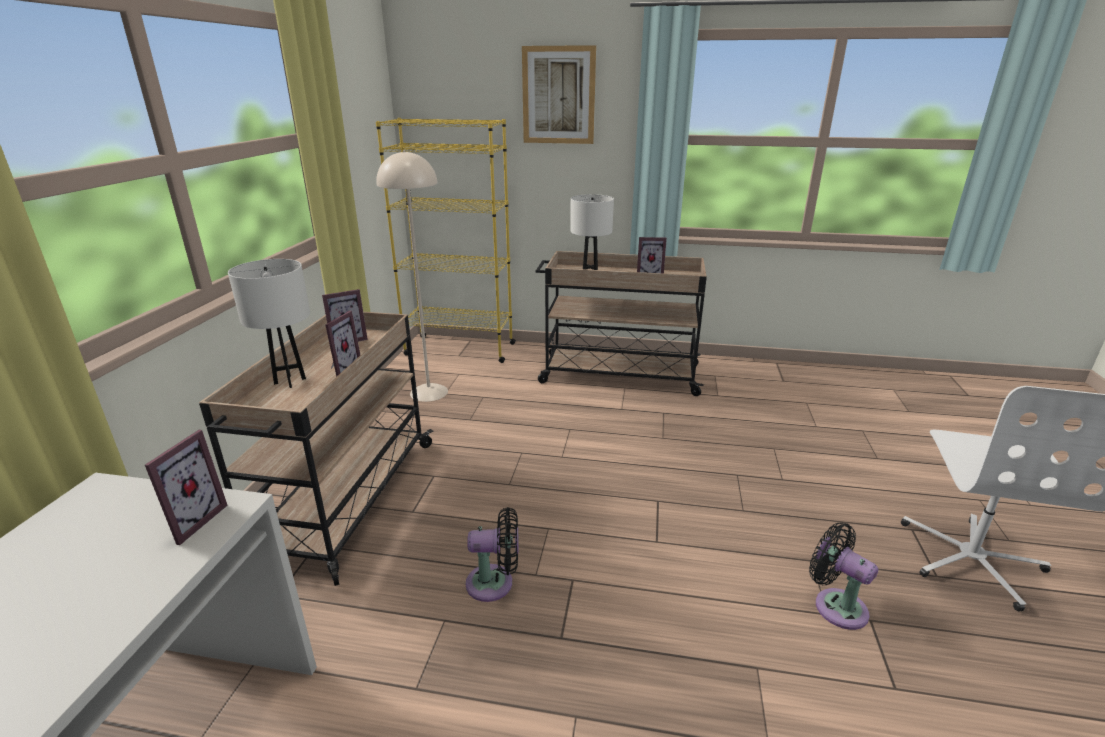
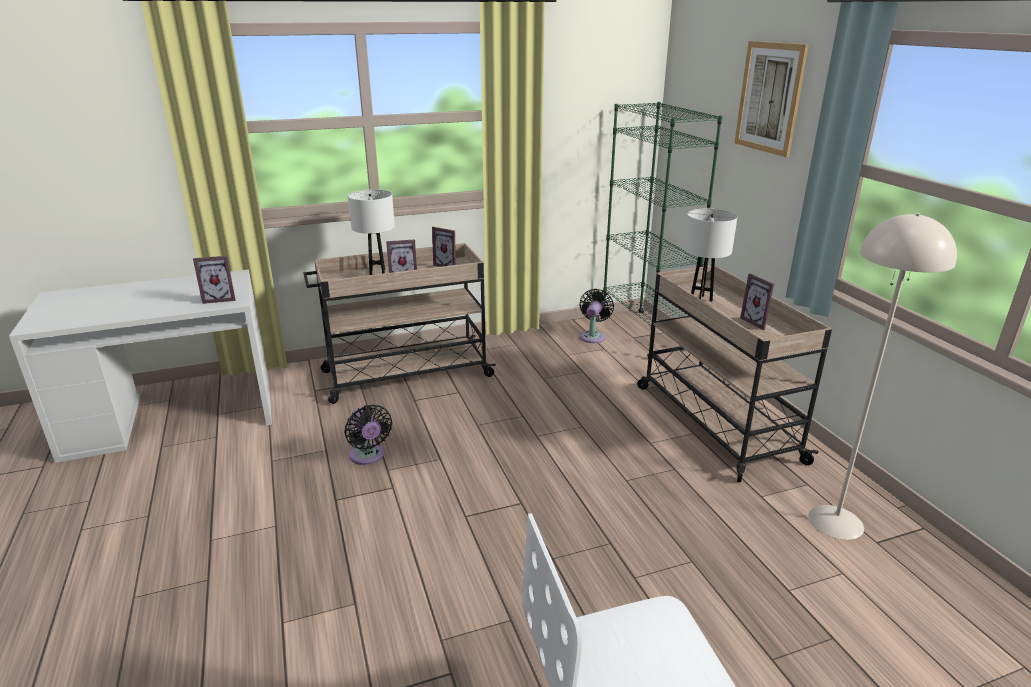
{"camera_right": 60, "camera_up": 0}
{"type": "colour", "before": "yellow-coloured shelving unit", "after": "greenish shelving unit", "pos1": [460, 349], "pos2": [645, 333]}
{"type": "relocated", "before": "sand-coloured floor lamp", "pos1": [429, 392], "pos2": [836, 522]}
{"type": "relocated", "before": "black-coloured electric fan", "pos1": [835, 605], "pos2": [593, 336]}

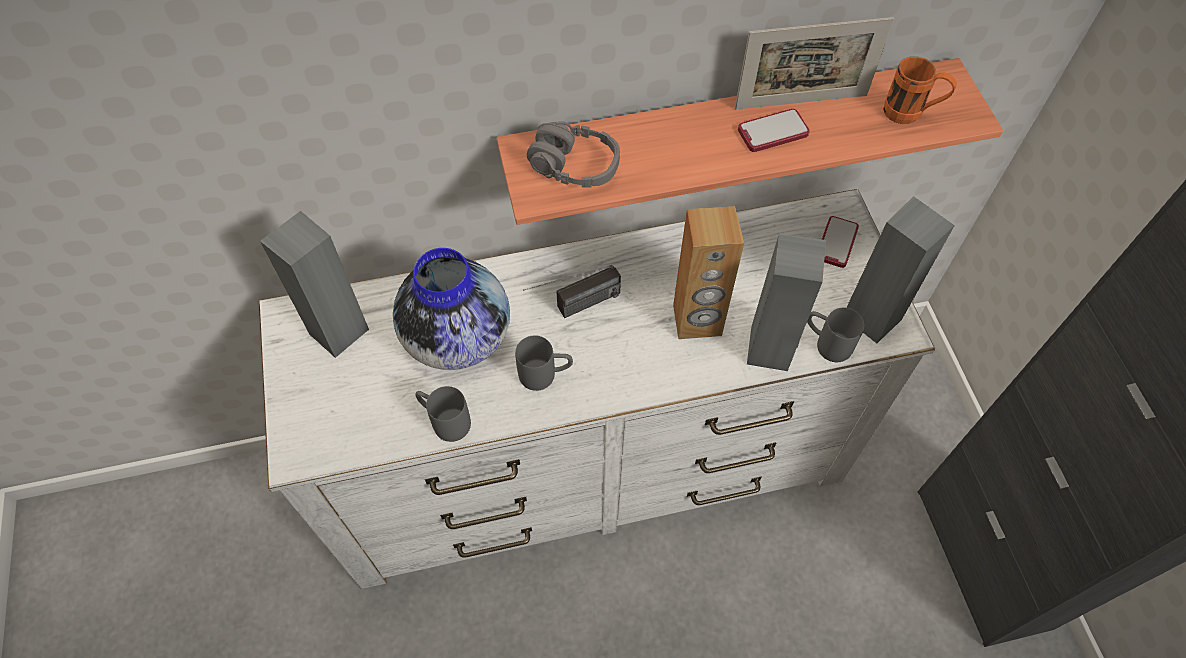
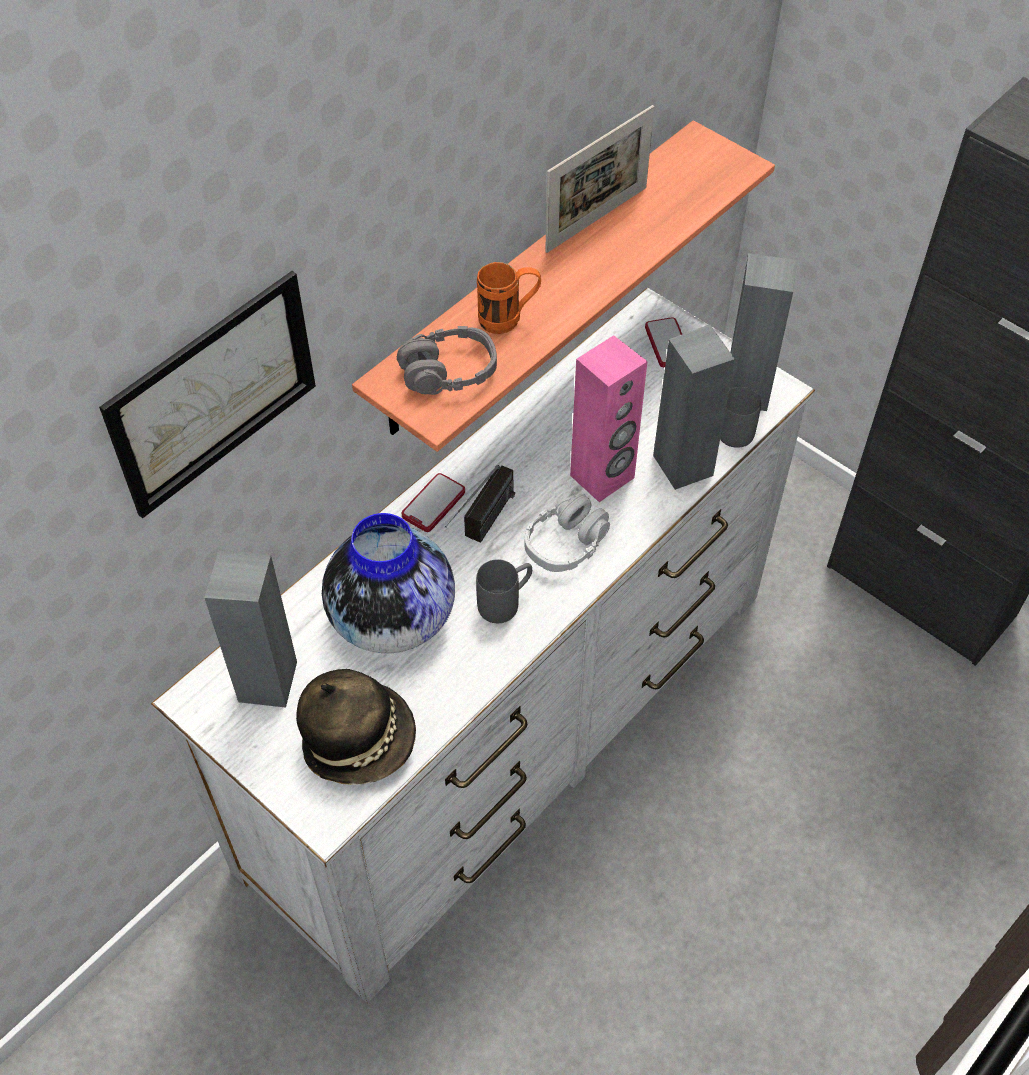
{"camera_right": -35, "camera_up": -5}
{"type": "missing", "before": "grey tea mug", "pos1": [444, 421]}
{"type": "colour", "before": "brown audio speaker", "after": "pink audio speaker", "pos1": [697, 321], "pos2": [602, 477]}
{"type": "relocated", "before": "handset", "pos1": [773, 132], "pos2": [433, 504]}
{"type": "relocated", "before": "orange-coloured tea mug", "pos1": [910, 115], "pos2": [509, 319]}
{"type": "appeared", "after": "picture", "pos2": [214, 393]}
{"type": "appeared", "after": "hat", "pos2": [359, 740]}
{"type": "appeared", "after": "grey headset", "pos2": [566, 543]}

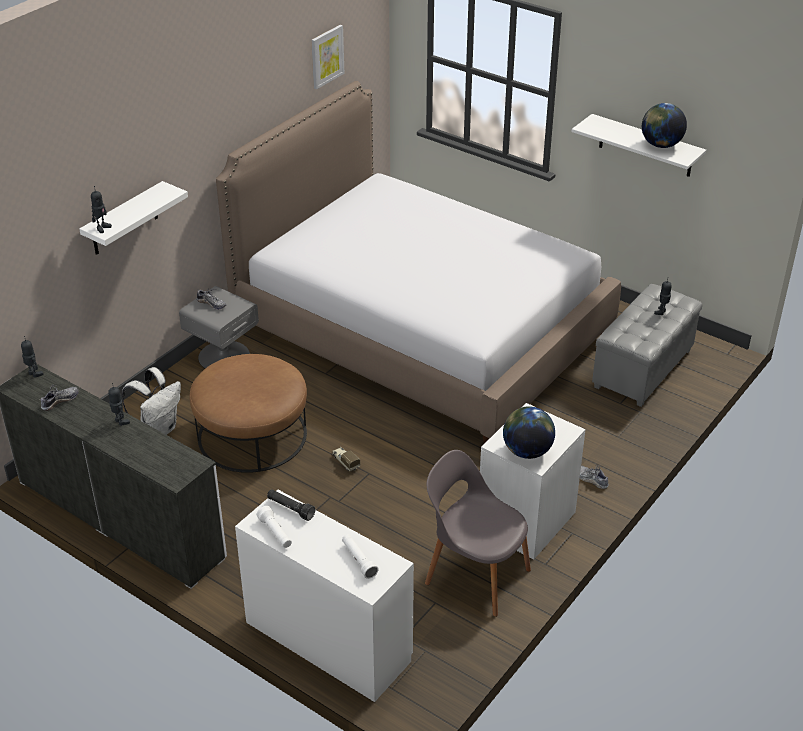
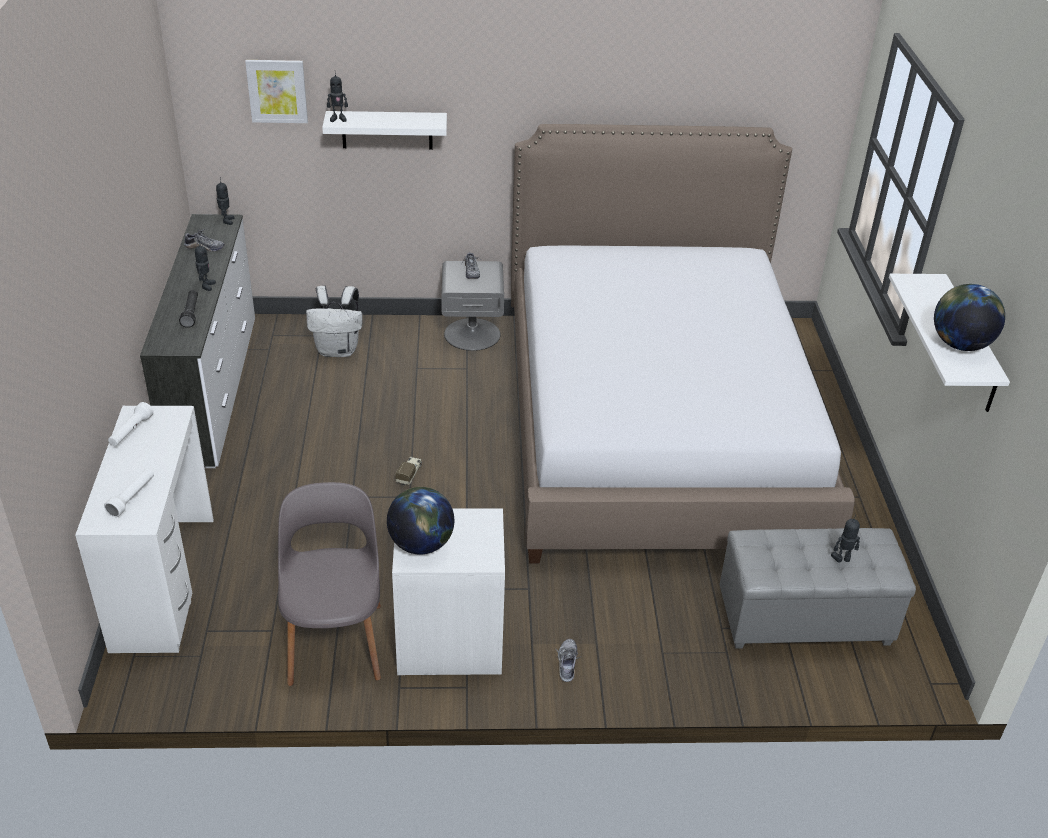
{"camera_right": 50, "camera_up": 0}
{"type": "missing", "before": "brown ottoman", "pos1": [252, 435]}
{"type": "relocated", "before": "black-coloured hand torch", "pos1": [290, 509], "pos2": [191, 313]}
{"type": "relocated", "before": "picture", "pos1": [326, 56], "pos2": [277, 91]}

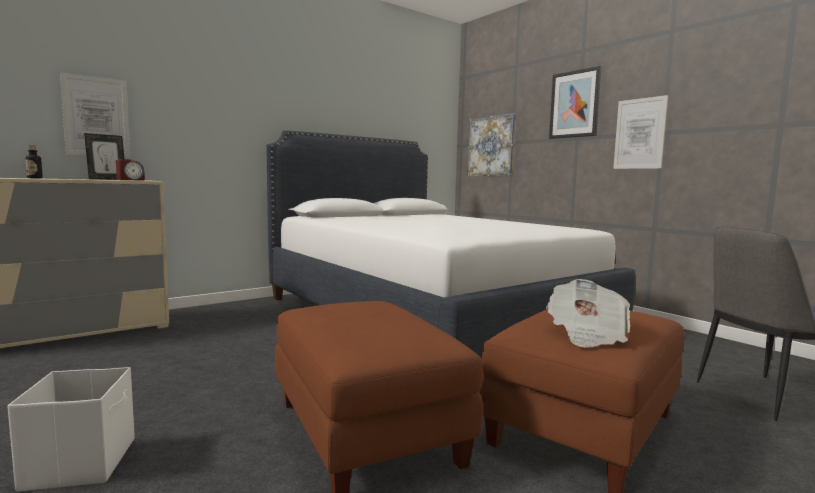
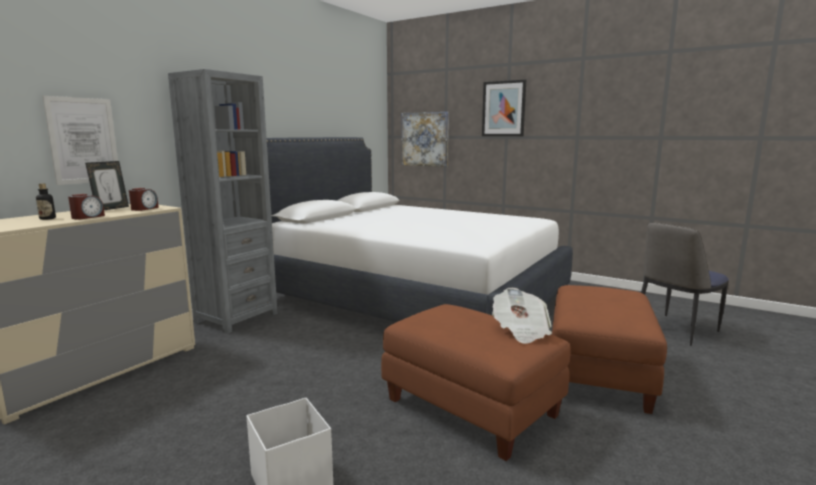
{"camera_right": -20, "camera_up": 5}
{"type": "relocated", "before": "printed paper", "pos1": [586, 335], "pos2": [520, 330]}
{"type": "missing", "before": "picture", "pos1": [639, 133]}
{"type": "appeared", "after": "alarm clock", "pos2": [87, 217]}
{"type": "appeared", "after": "grey shelving unit", "pos2": [236, 317]}

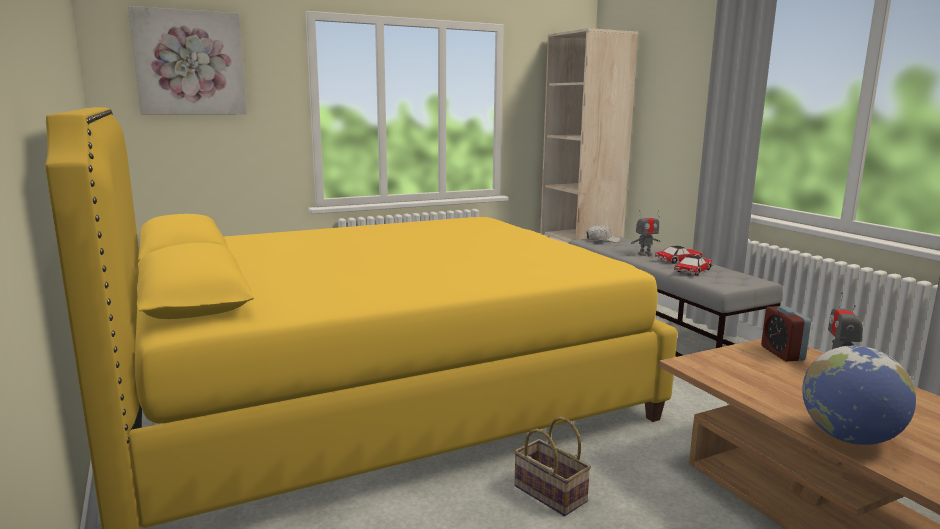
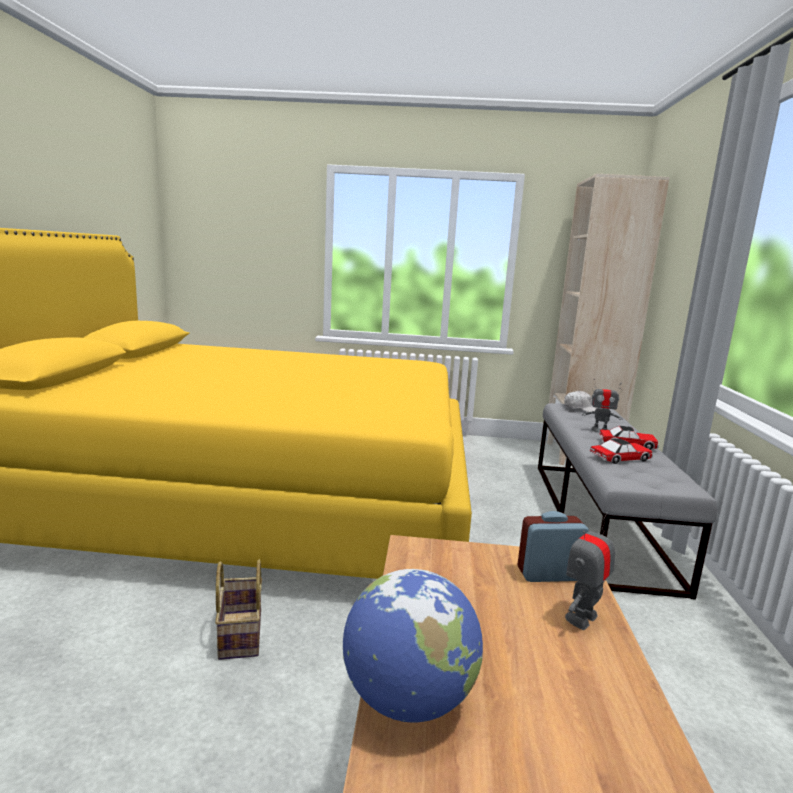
{"camera_right": 30, "camera_up": 0}
{"type": "missing", "before": "picture", "pos1": [190, 63]}
{"type": "spun", "before": "alarm clock", "pos1": [782, 353], "pos2": [548, 574], "turn": 60}

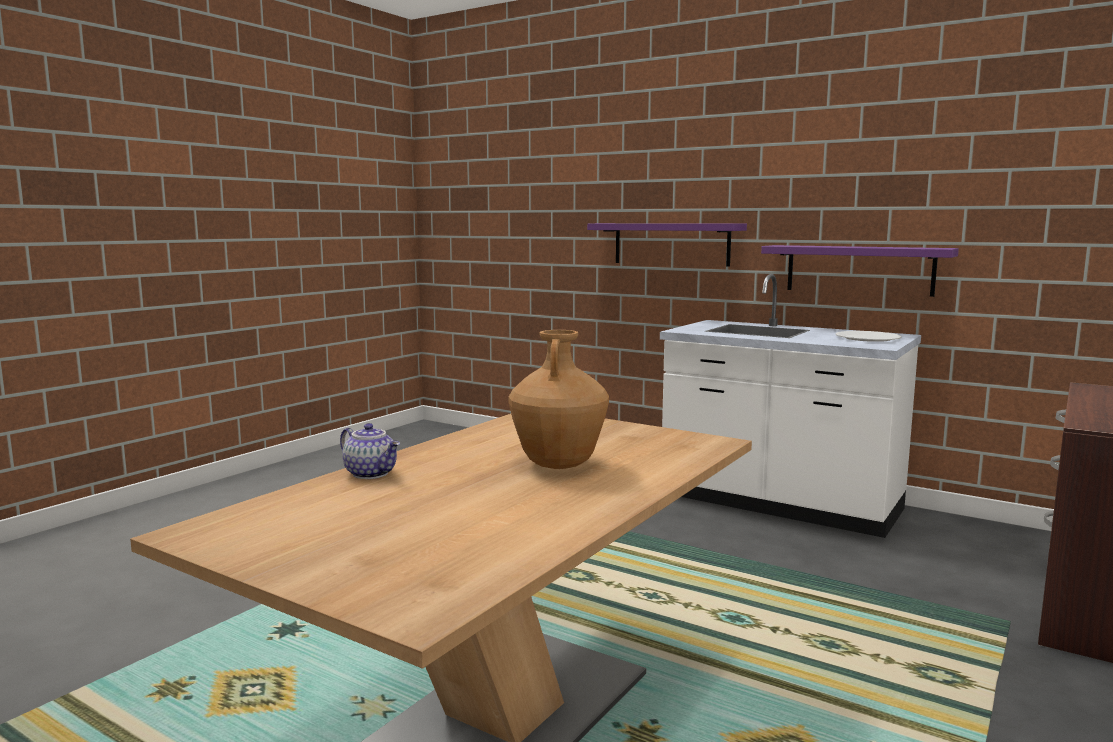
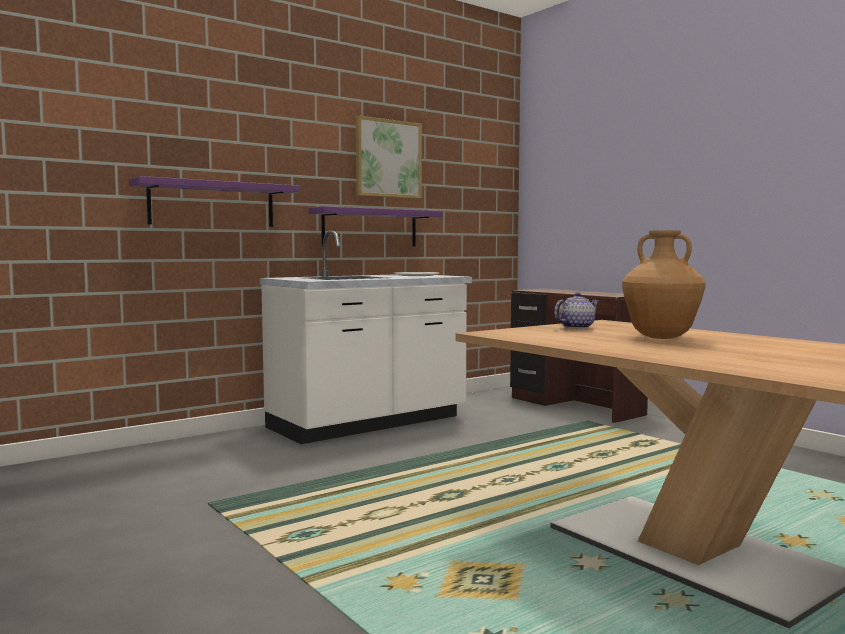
{"camera_right": -70, "camera_up": -5}
{"type": "relocated", "before": "tea pot", "pos1": [372, 473], "pos2": [576, 327]}
{"type": "appeared", "after": "picture", "pos2": [388, 158]}

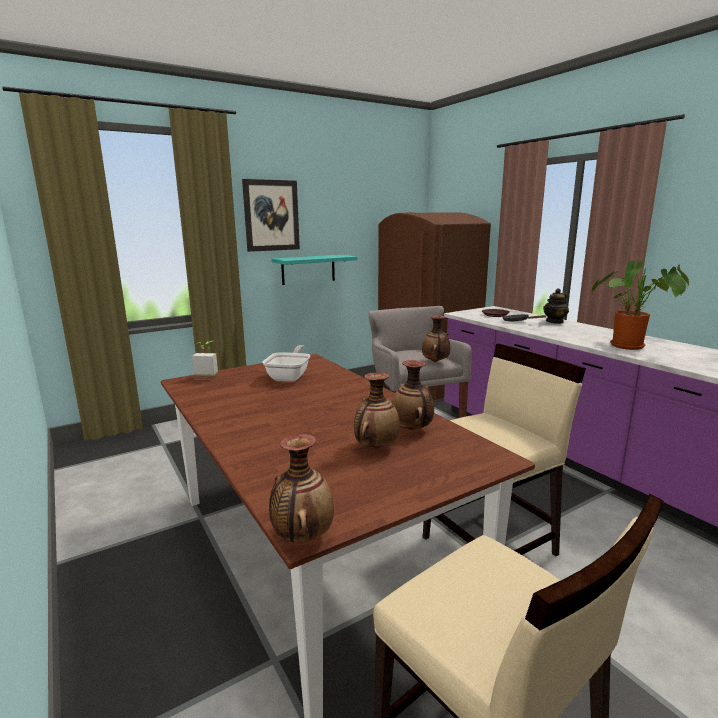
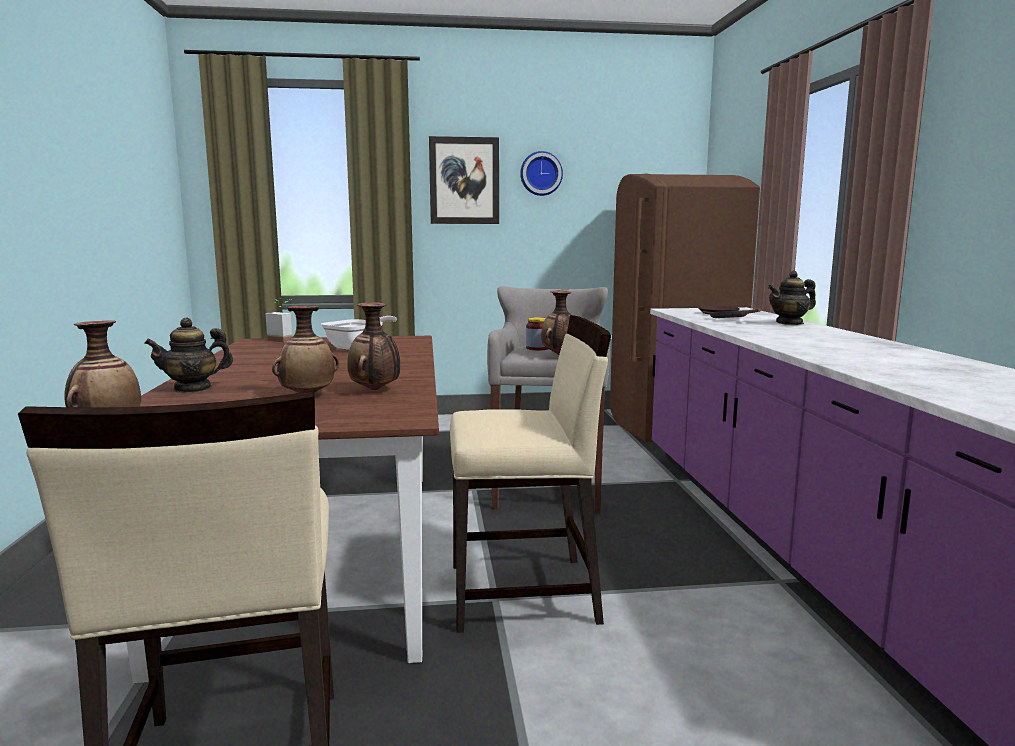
{"camera_right": 25, "camera_up": -5}
{"type": "missing", "before": "turquoise-coloured wall shelf", "pos1": [308, 269]}
{"type": "missing", "before": "potted plant", "pos1": [631, 346]}
{"type": "appeared", "after": "tea pot", "pos2": [193, 388]}
{"type": "appeared", "after": "hanging clock", "pos2": [540, 173]}
{"type": "appeared", "after": "jar", "pos2": [537, 348]}

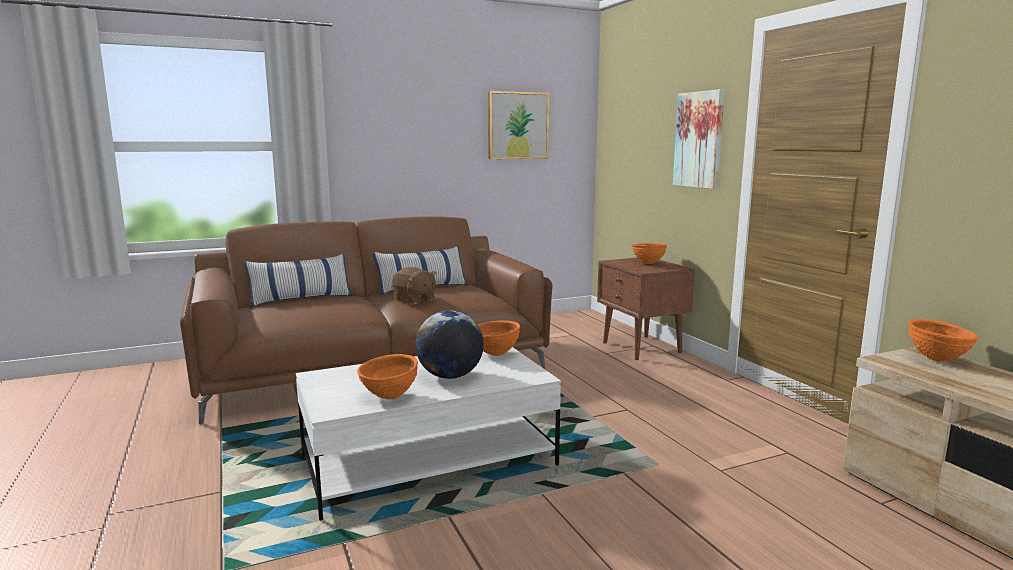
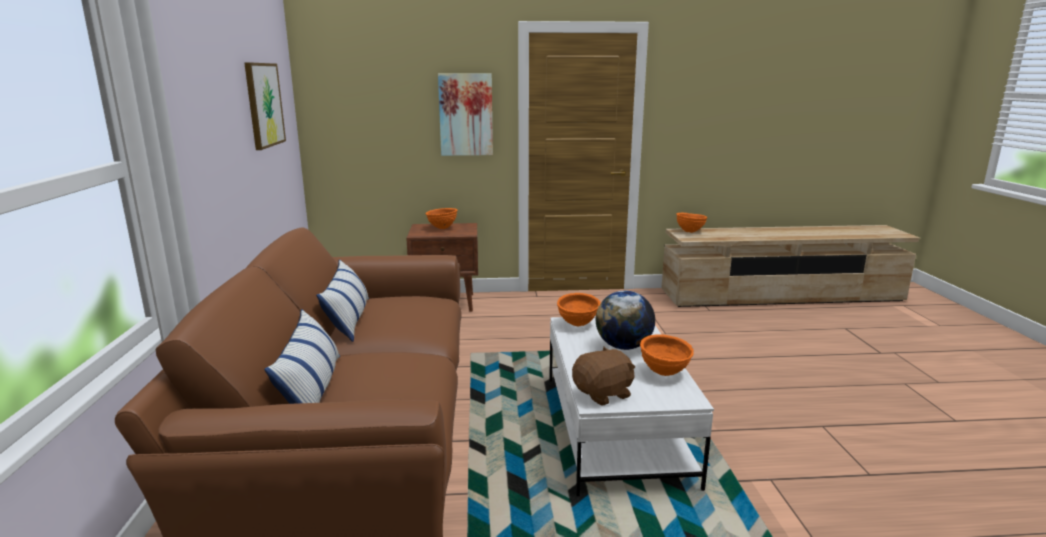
{"camera_right": -70, "camera_up": 5}
{"type": "relocated", "before": "brown cuddly toy", "pos1": [414, 299], "pos2": [603, 394]}

